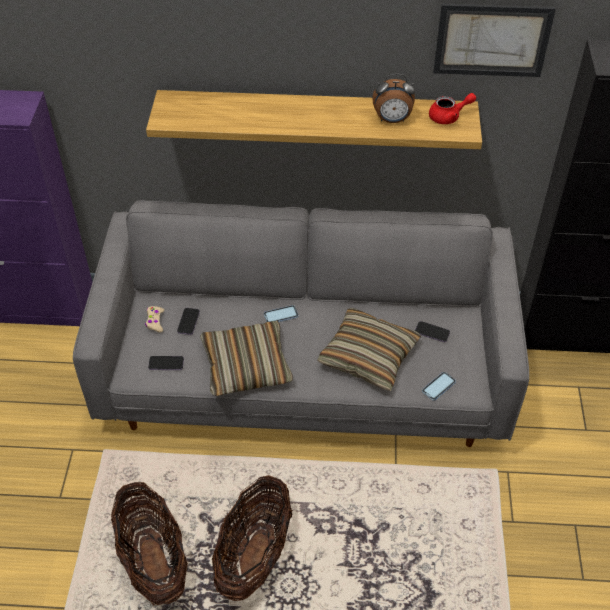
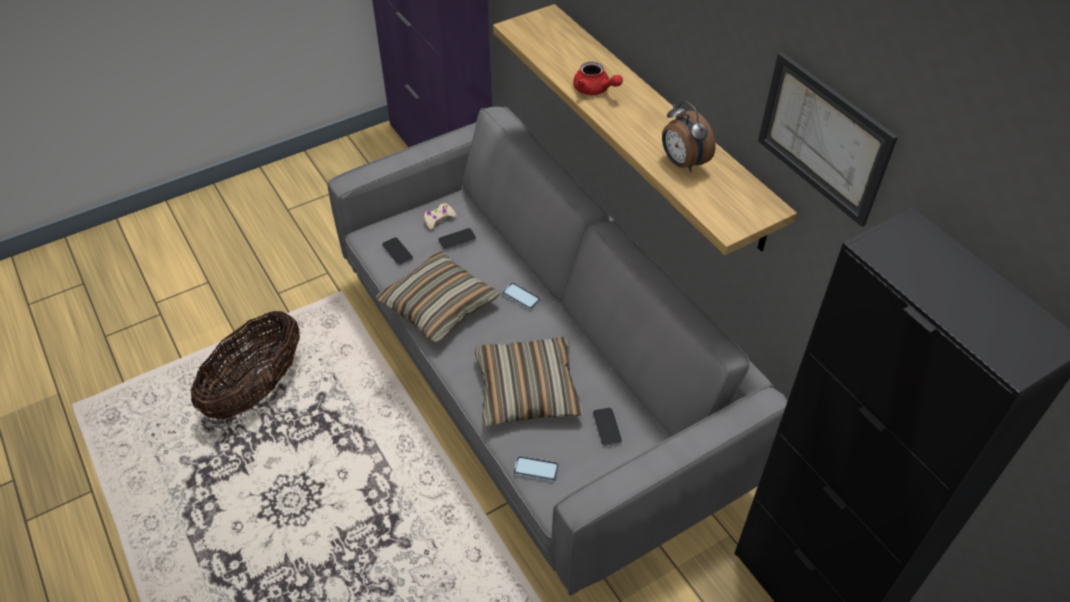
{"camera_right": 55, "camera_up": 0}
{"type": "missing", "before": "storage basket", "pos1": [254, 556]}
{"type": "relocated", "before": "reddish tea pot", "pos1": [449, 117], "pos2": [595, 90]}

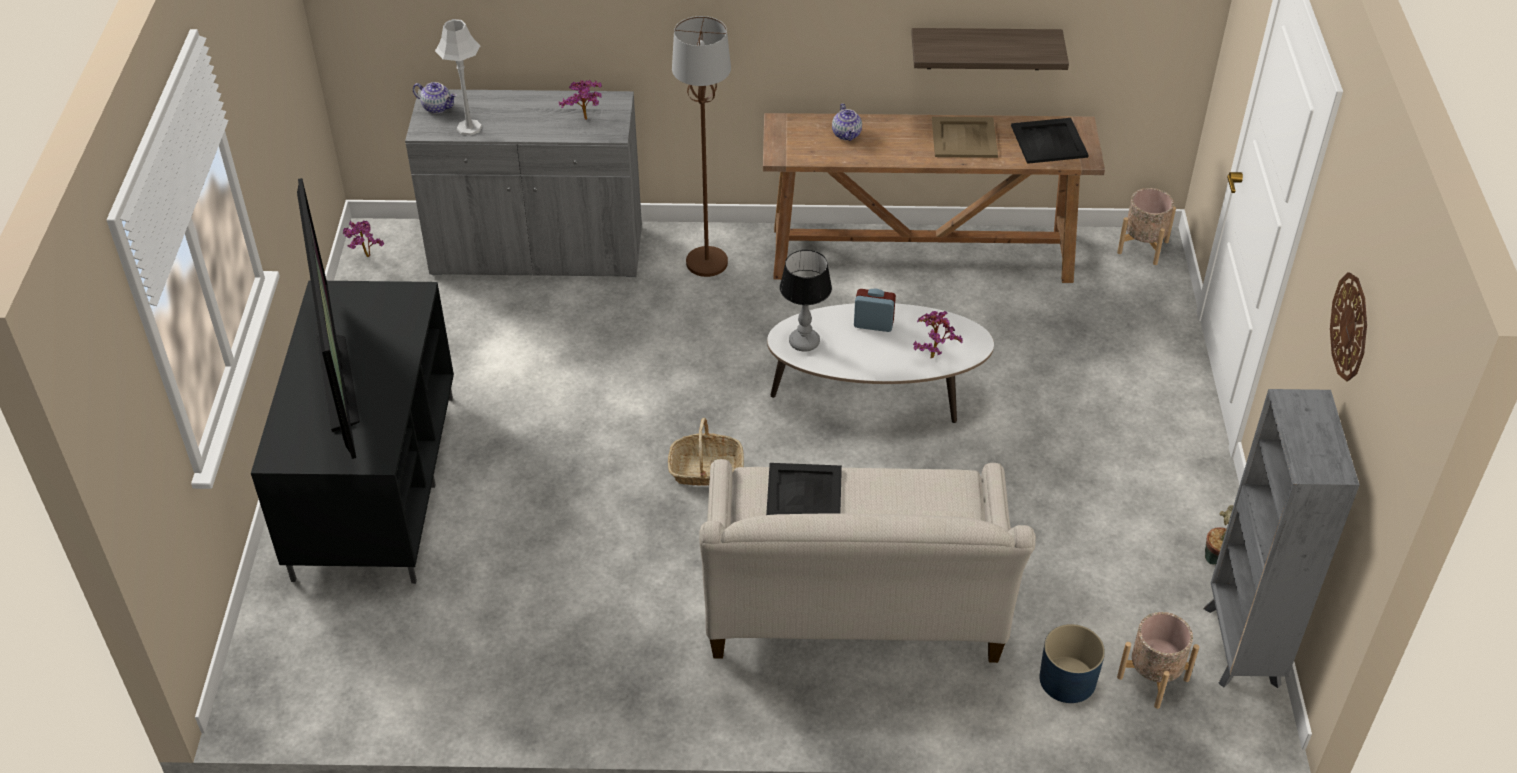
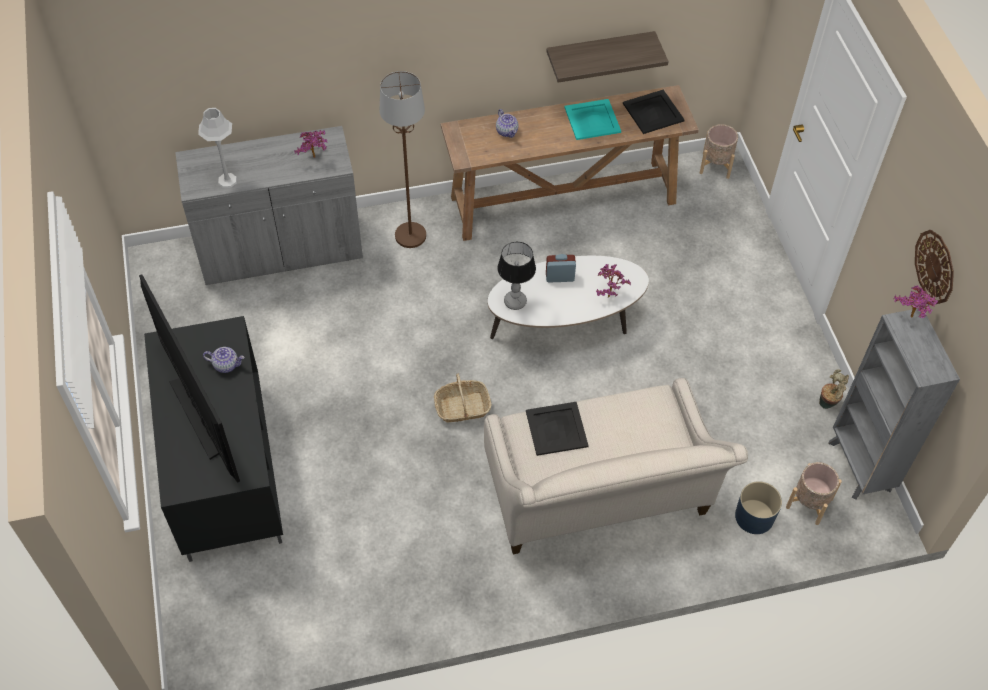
{"camera_right": -15, "camera_up": 10}
{"type": "relocated", "before": "potted plant", "pos1": [365, 258], "pos2": [910, 318]}
{"type": "relocated", "before": "tea pot", "pos1": [437, 107], "pos2": [226, 365]}
{"type": "colour", "before": "sand-coloured serving tray", "after": "turquoise-coloured serving tray", "pos1": [963, 137], "pos2": [592, 119]}

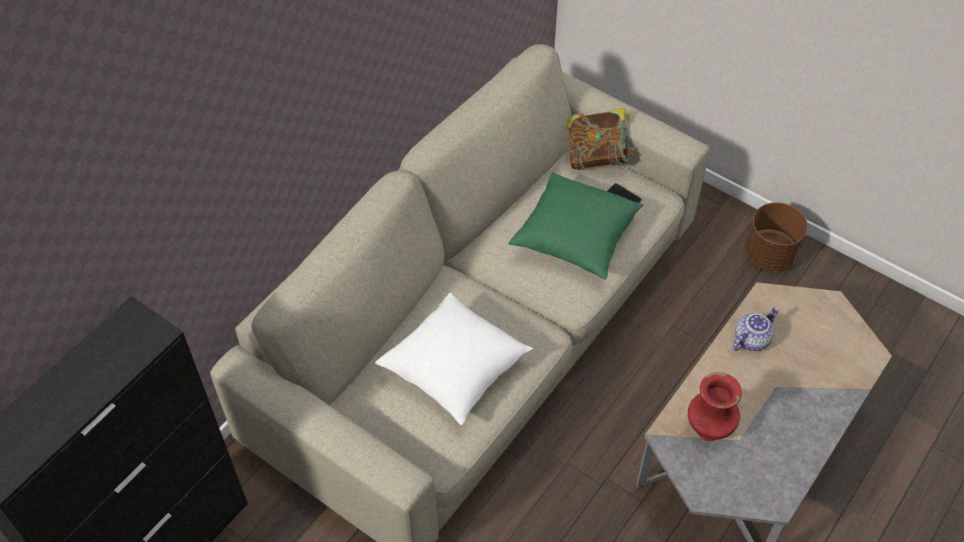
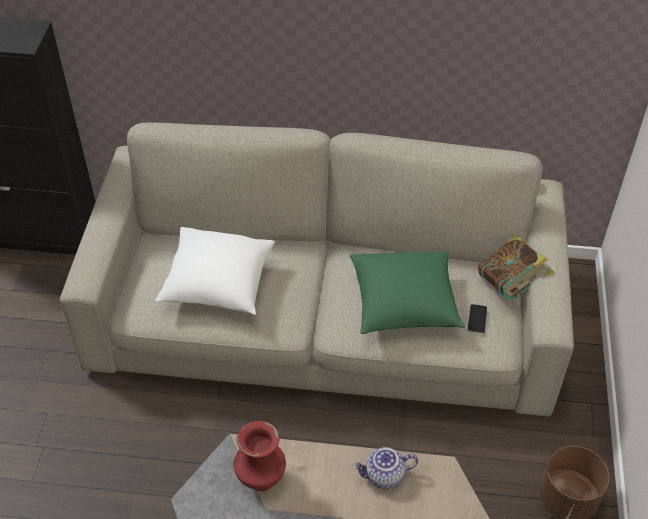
{"camera_right": 60, "camera_up": -5}
{"type": "spun", "before": "tea pot", "pos1": [751, 339], "pos2": [384, 476], "turn": 150}

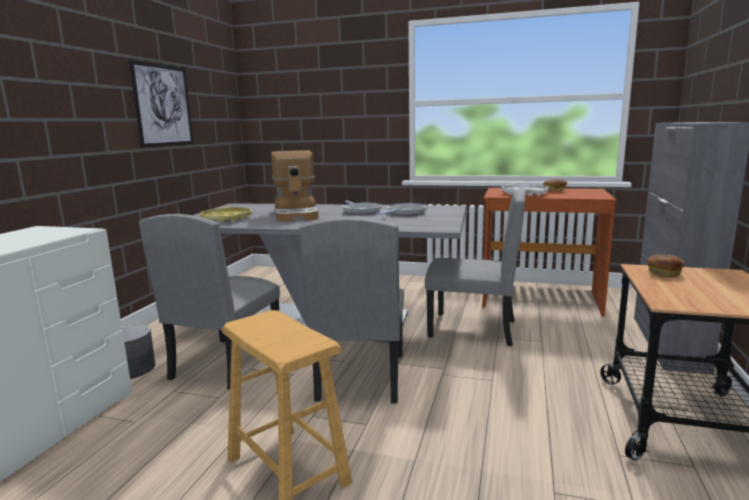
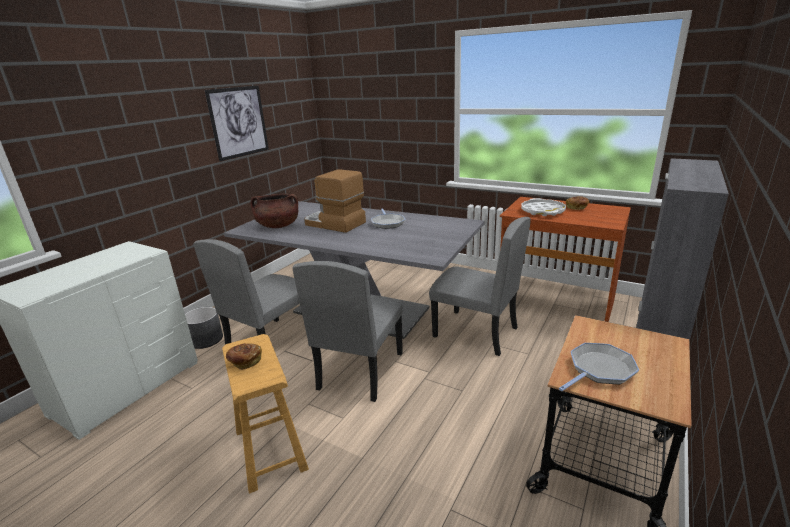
{"camera_right": 15, "camera_up": 10}
{"type": "exchanged", "before": "yellow-coloured serving tray", "after": "brown stockpot", "pos1": [226, 219], "pos2": [278, 226]}
{"type": "spun", "before": "coffee maker", "pos1": [297, 214], "pos2": [334, 224], "turn": 120}
{"type": "relocated", "before": "pan", "pos1": [405, 213], "pos2": [599, 370]}
{"type": "relocated", "before": "bakery bread", "pos1": [663, 273], "pos2": [245, 362]}

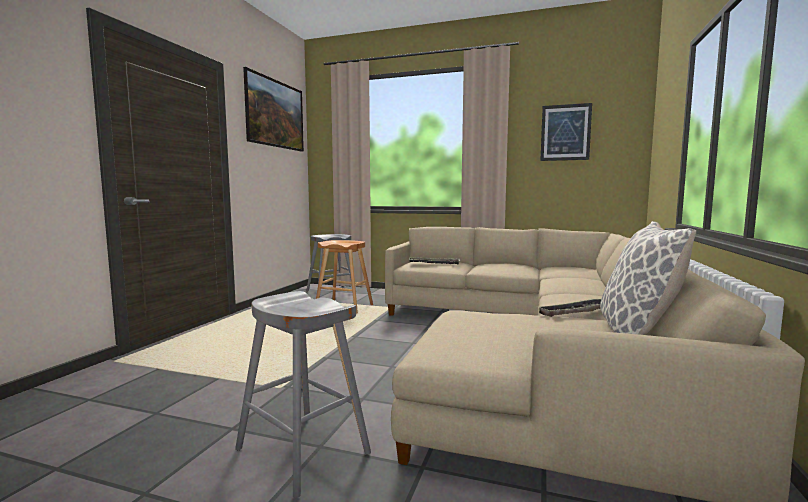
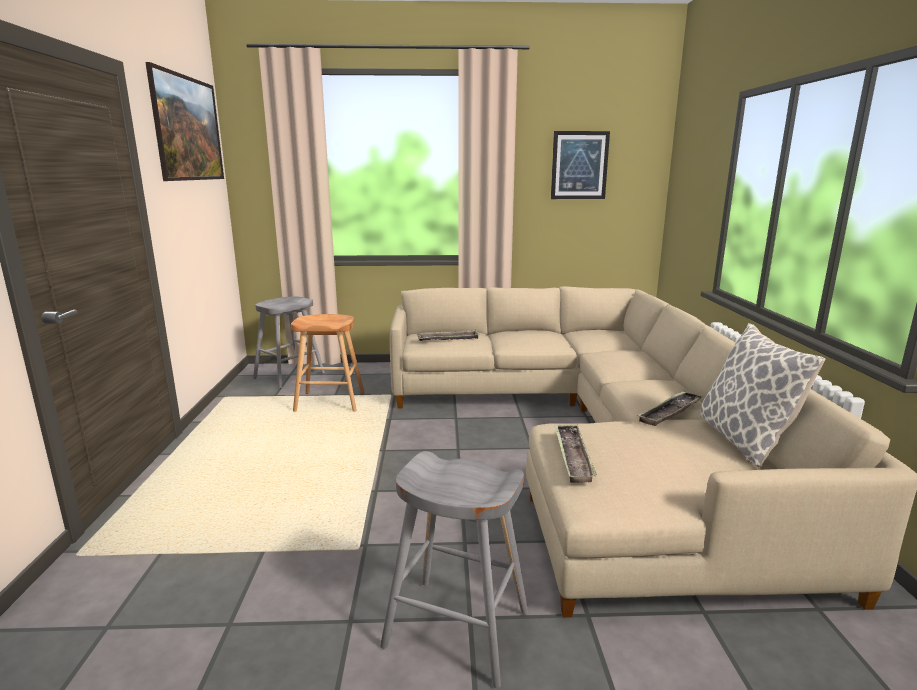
{"camera_right": -20, "camera_up": 10}
{"type": "appeared", "after": "serving tray", "pos2": [573, 457]}

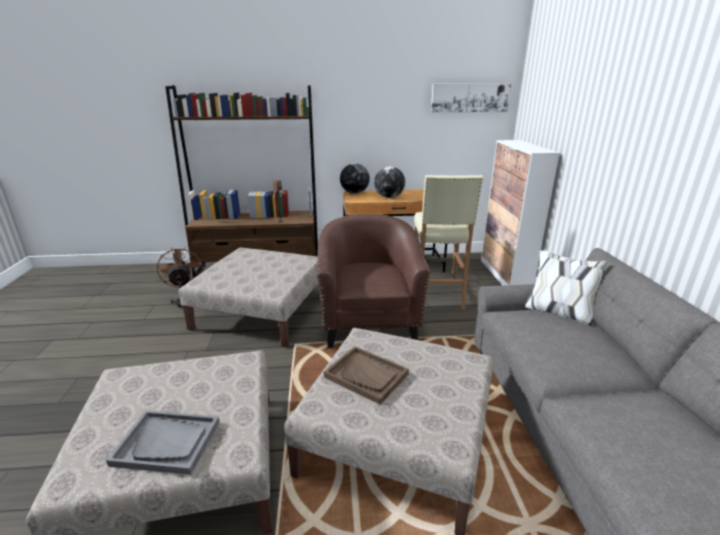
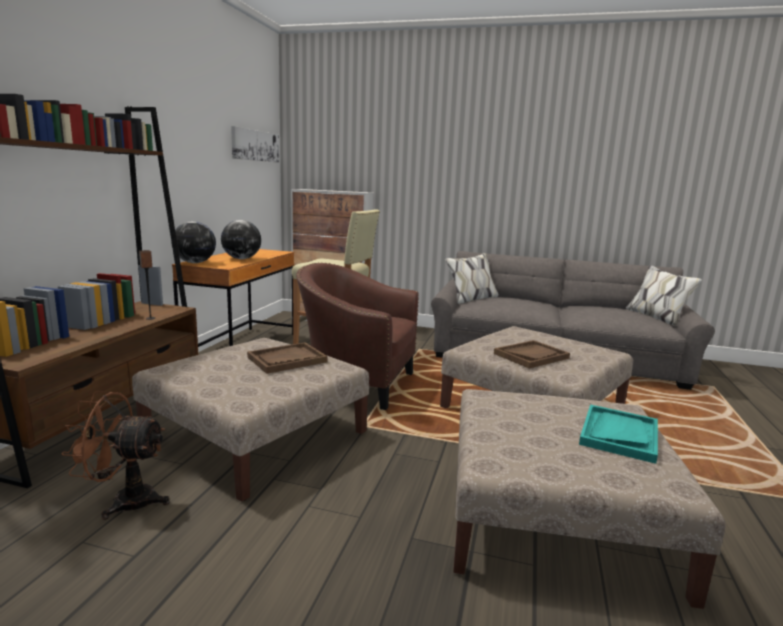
{"camera_right": -70, "camera_up": -10}
{"type": "colour", "before": "grey serving tray", "after": "turquoise-coloured serving tray", "pos1": [167, 443], "pos2": [619, 434]}
{"type": "appeared", "after": "brown serving tray", "pos2": [287, 360]}

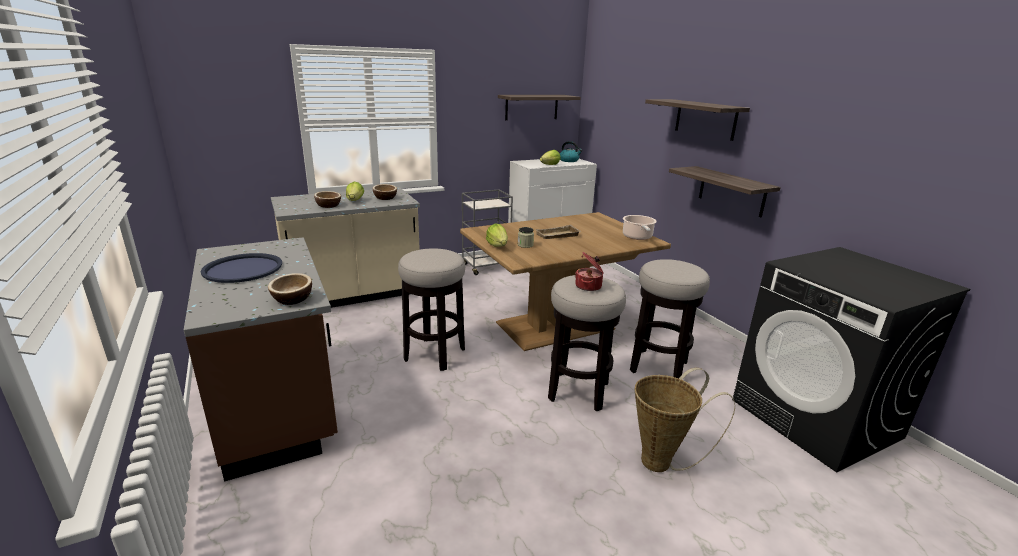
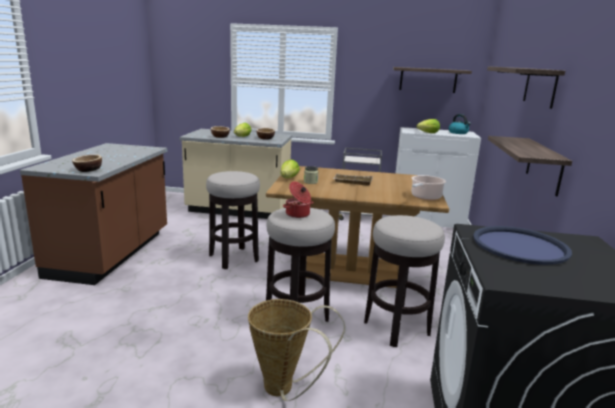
{"camera_right": 35, "camera_up": -5}
{"type": "relocated", "before": "blue-coloured serving tray", "pos1": [243, 269], "pos2": [520, 246]}

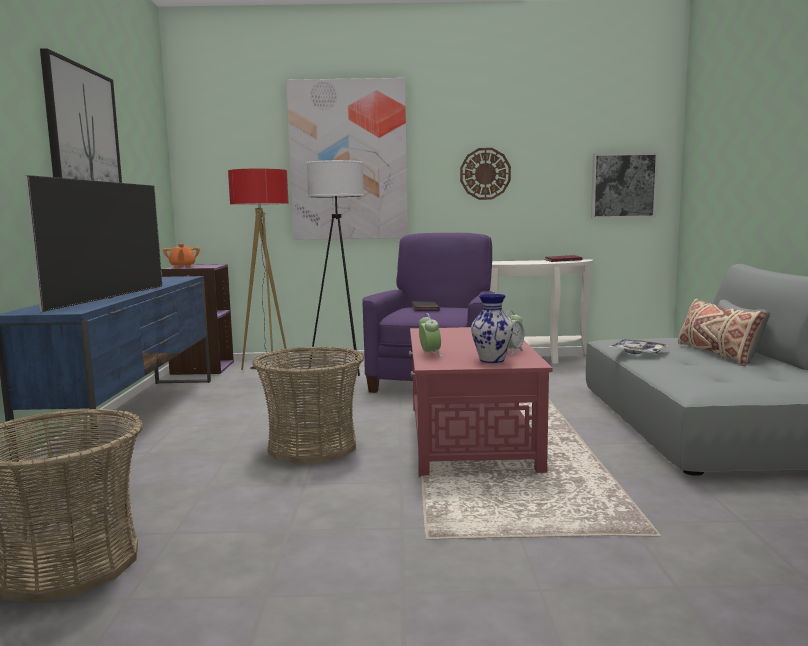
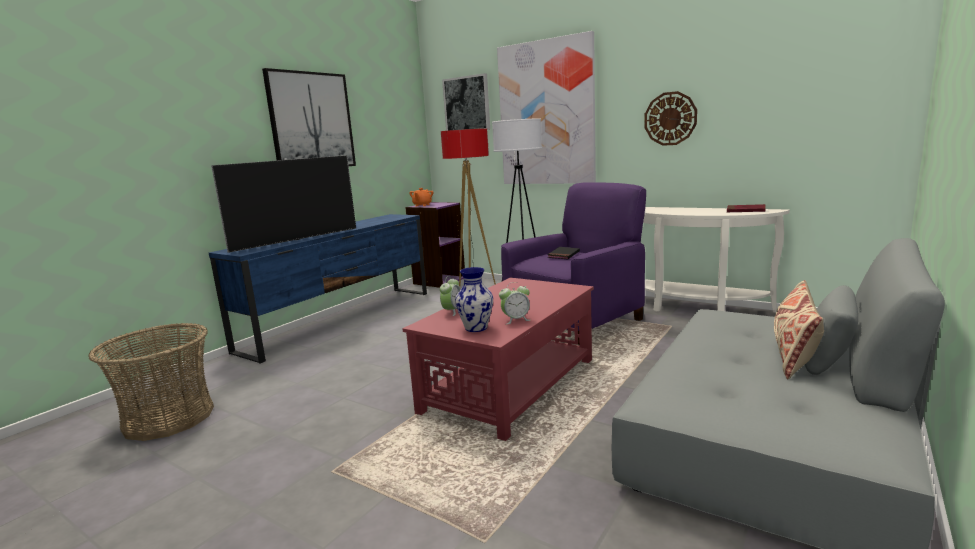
{"camera_right": 35, "camera_up": 5}
{"type": "missing", "before": "storage basket", "pos1": [312, 447]}
{"type": "relocated", "before": "picture", "pos1": [623, 185], "pos2": [467, 104]}
{"type": "missing", "before": "serving tray", "pos1": [638, 352]}

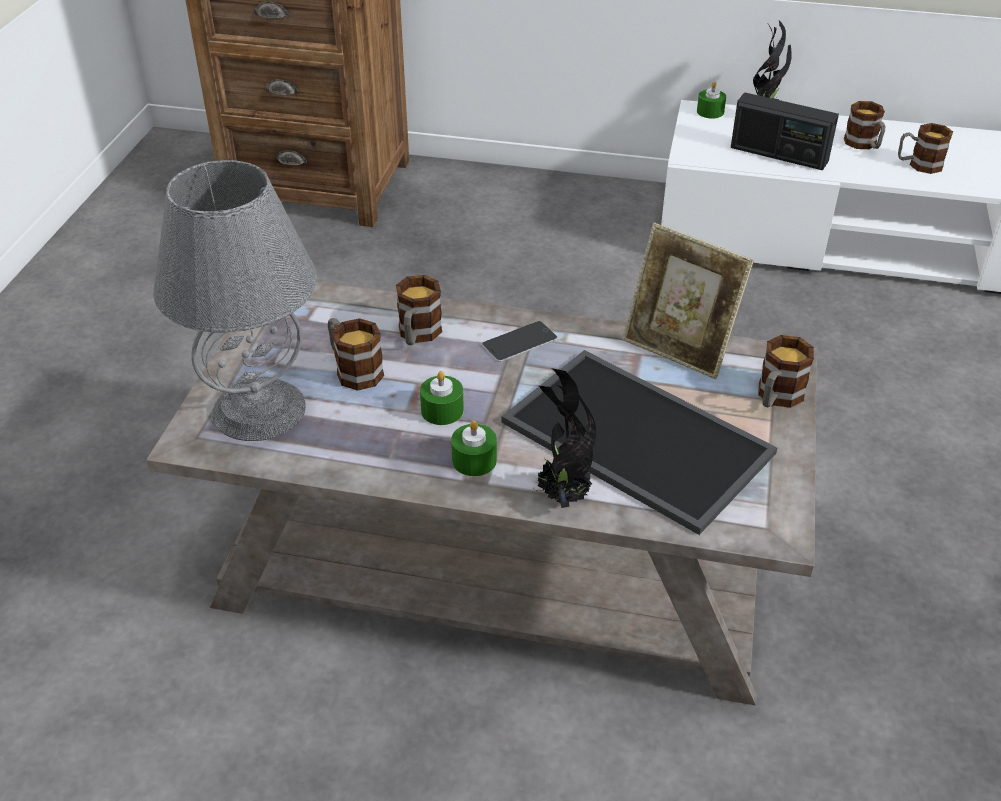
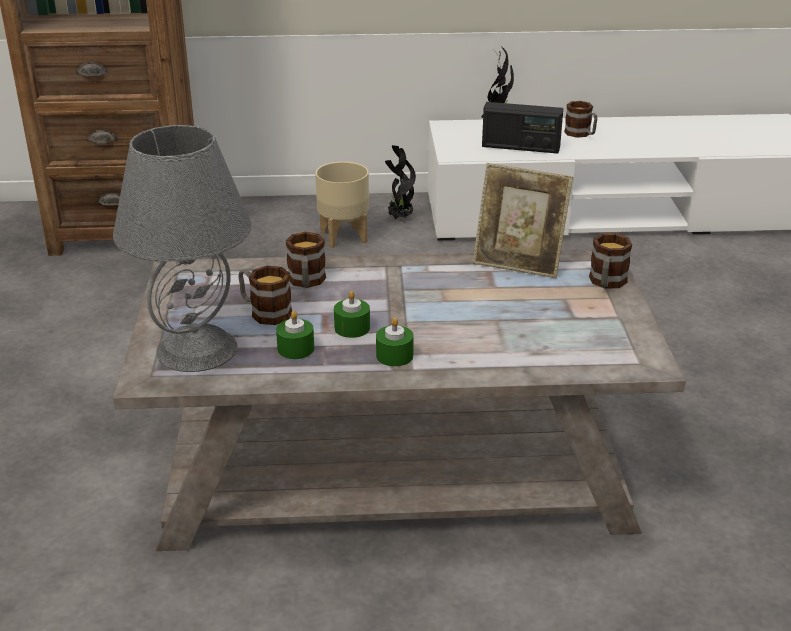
{"camera_right": -15, "camera_up": -10}
{"type": "missing", "before": "handset", "pos1": [519, 342]}
{"type": "missing", "before": "serving tray", "pos1": [632, 439]}
{"type": "relocated", "before": "potted plant", "pos1": [561, 496], "pos2": [399, 218]}
{"type": "relocated", "before": "greenish wax candle", "pos1": [710, 112], "pos2": [295, 348]}
{"type": "missing", "before": "tea mug", "pos1": [918, 165]}
{"type": "appeared", "after": "sand-coloured planter", "pos2": [343, 236]}

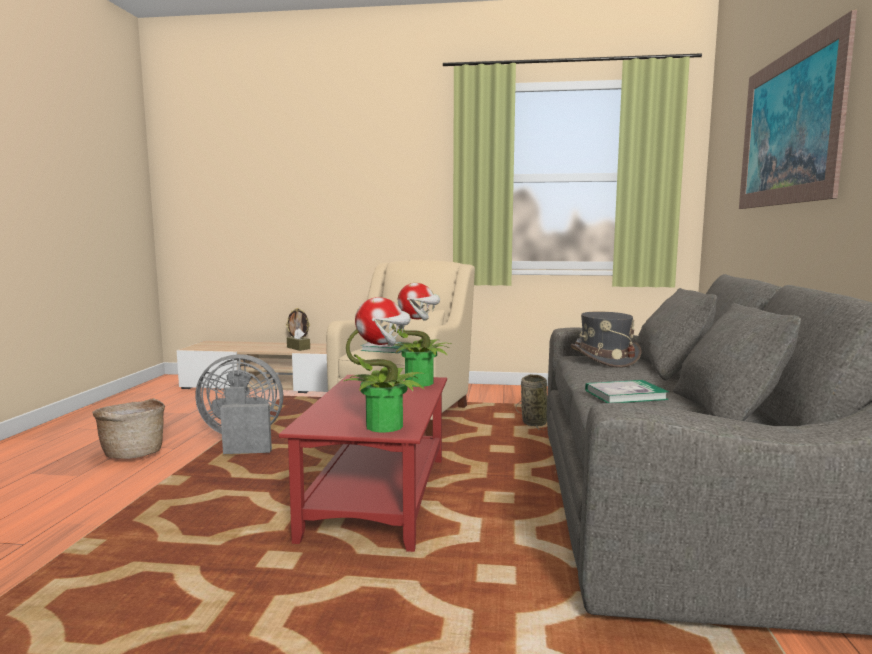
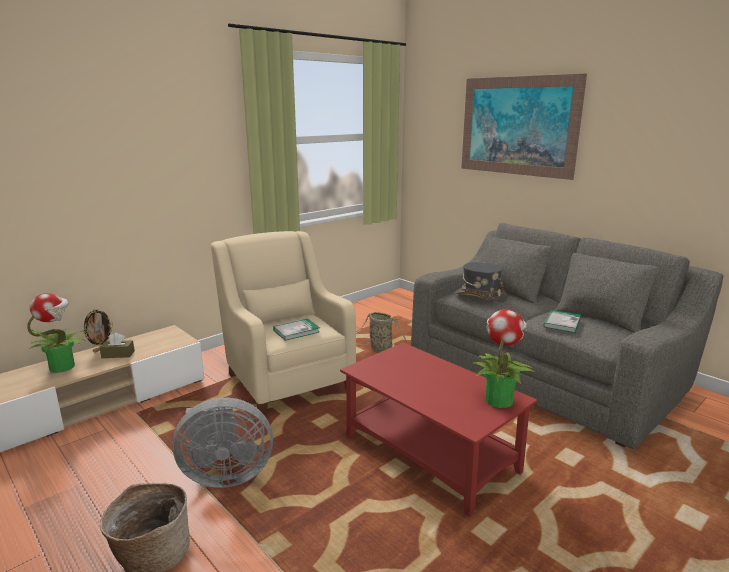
{"camera_right": -50, "camera_up": 10}
{"type": "spun", "before": "grey electric fan", "pos1": [242, 440], "pos2": [225, 475], "turn": -135}
{"type": "relocated", "before": "potted plant", "pos1": [420, 383], "pos2": [63, 366]}

